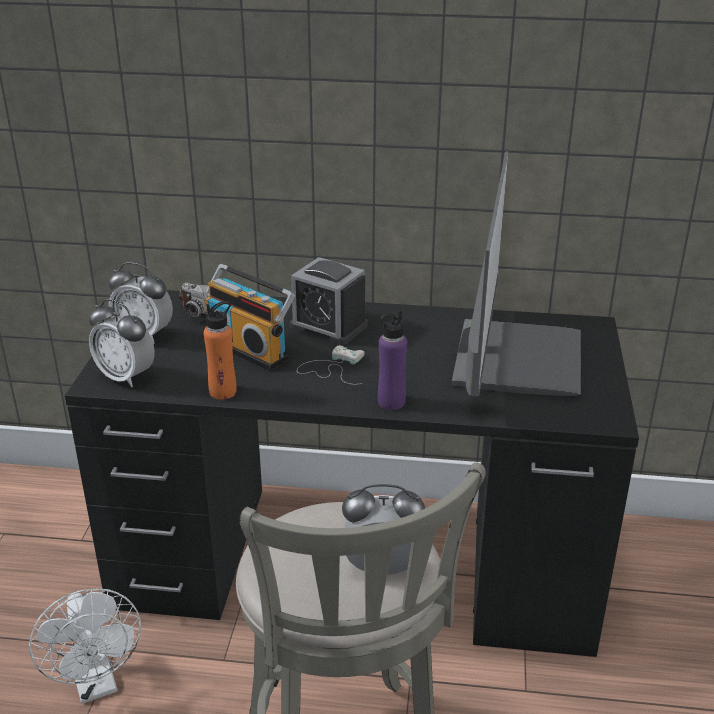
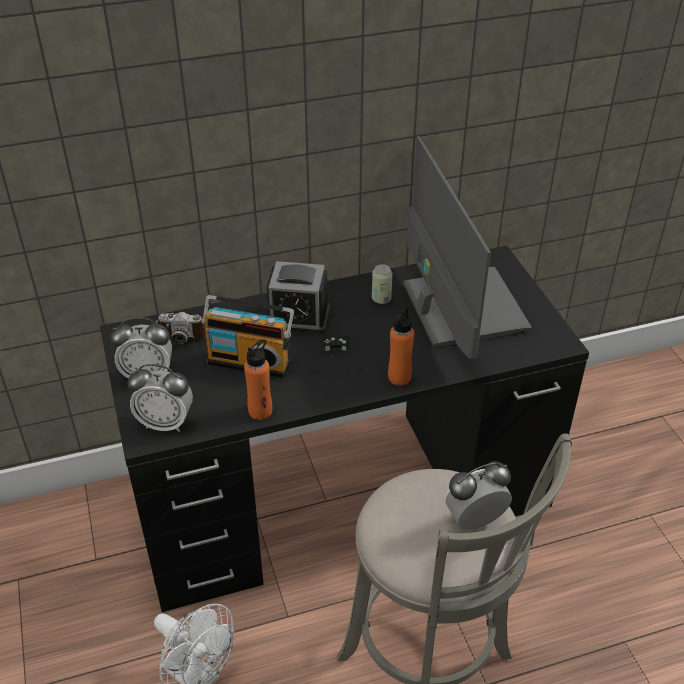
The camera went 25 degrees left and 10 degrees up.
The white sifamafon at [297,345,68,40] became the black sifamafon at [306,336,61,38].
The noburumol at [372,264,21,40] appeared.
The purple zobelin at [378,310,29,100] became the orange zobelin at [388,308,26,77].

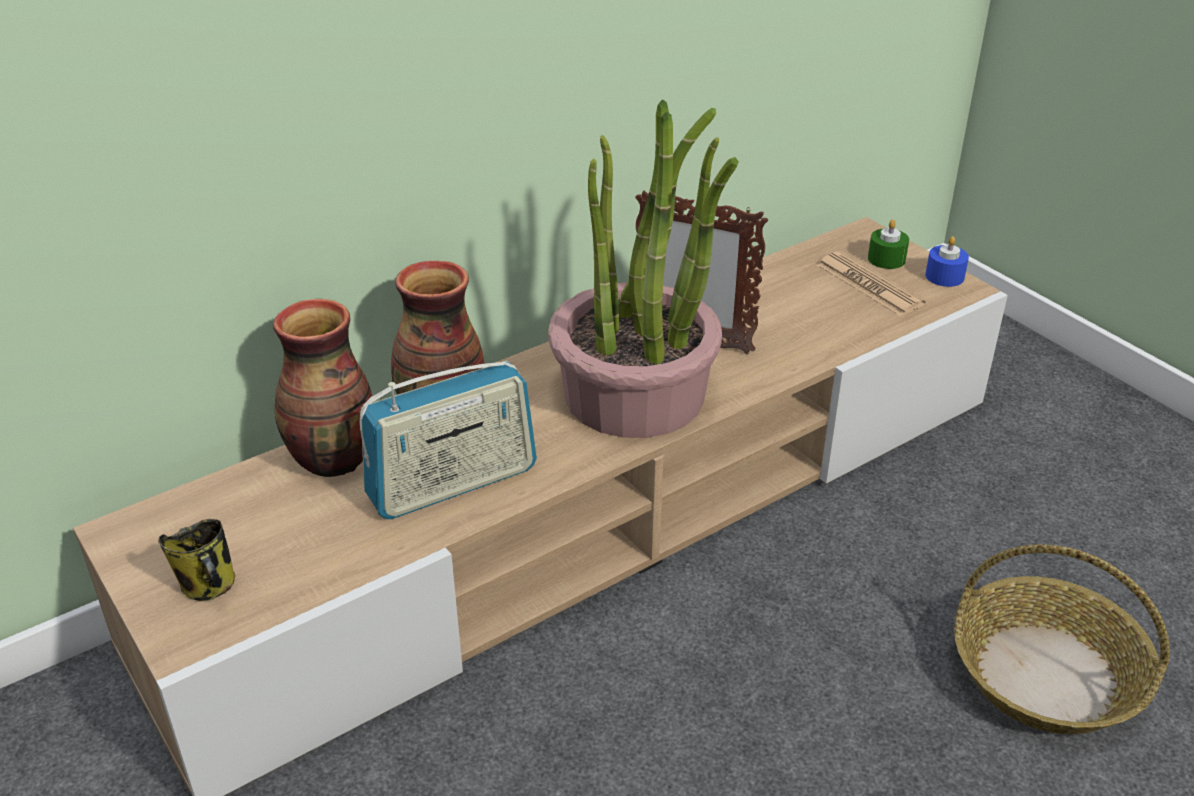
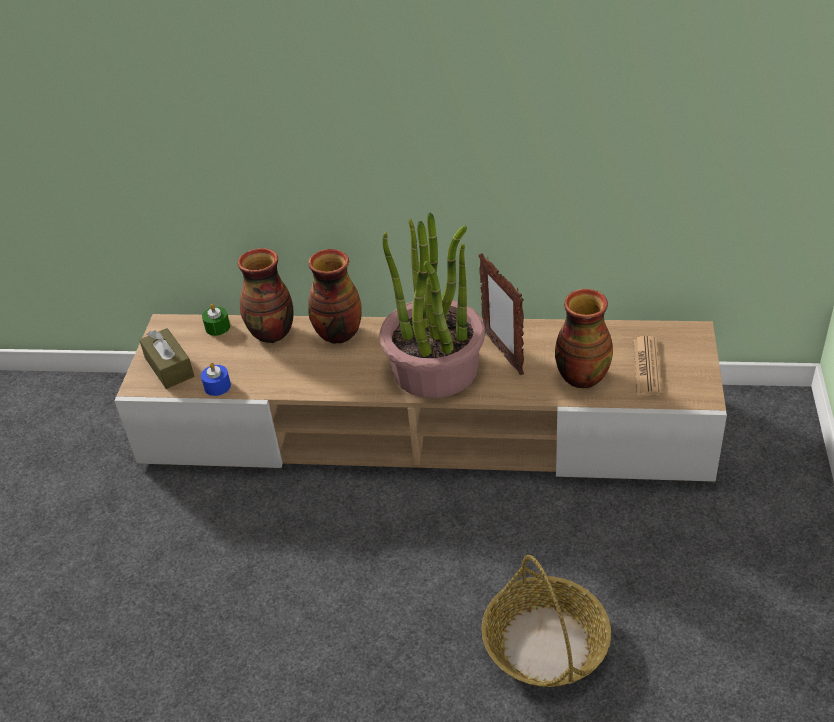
The camera went 45 degrees right and 5 degrees up.
The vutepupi at [158,519,77,82] was replaced by the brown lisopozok at [139,328,55,61].
The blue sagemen moved from [925,236,44,51] to [201,363,30,33].
The green sagemen moved from [868,219,41,50] to [202,304,28,32].
The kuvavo at [555,289,58,100] appeared.
The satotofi at [360,361,177,158] disappeared.

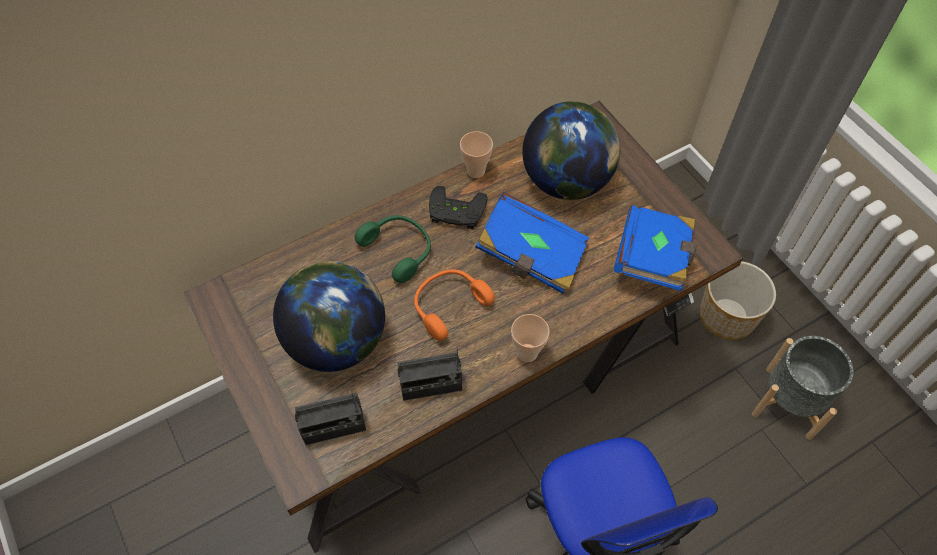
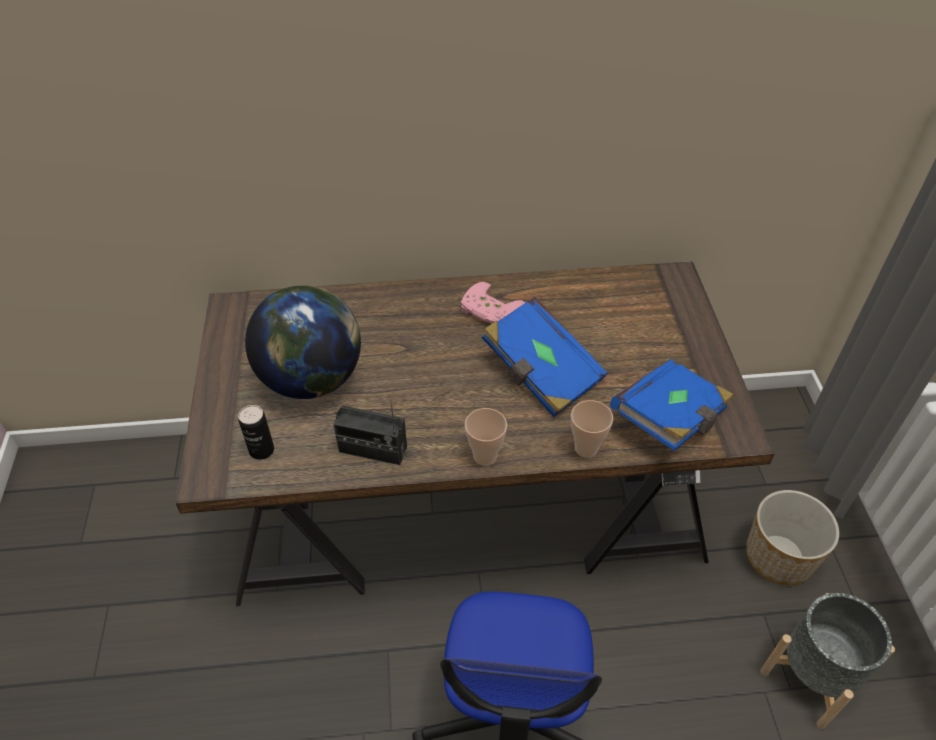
The camera went 25 degrees right and 10 degrees down.
The satotofi at [295,390,71,55] was replaced by the noburumol at [238,405,36,55].
The black sifamafon at [429,186,59,43] became the pink sifamafon at [461,282,64,42].
The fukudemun moved from [460,131,33,47] to [571,400,42,58].
The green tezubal at [355,215,76,68] disappeared.
The orange tezubal at [414,269,81,72] disappeared.
The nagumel at [522,101,98,99] disappeared.

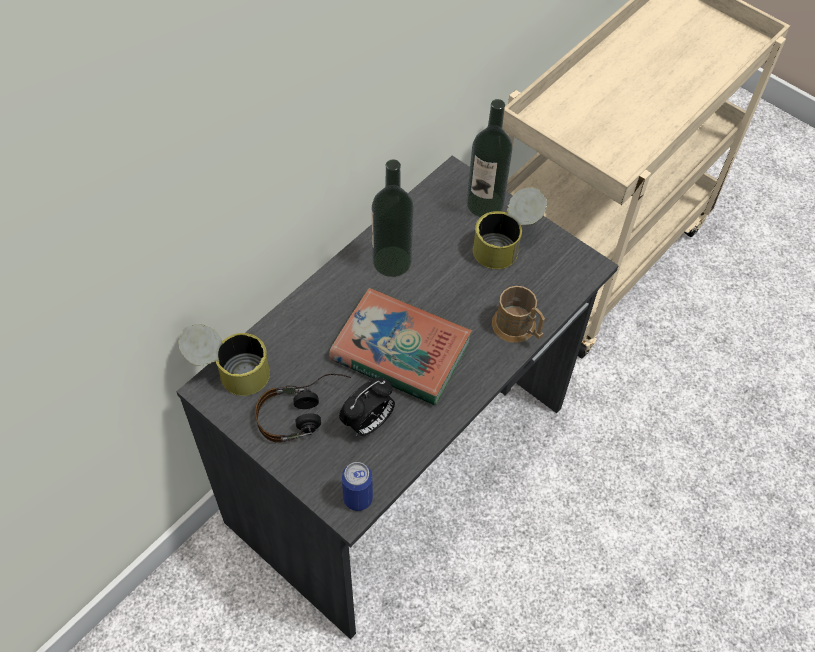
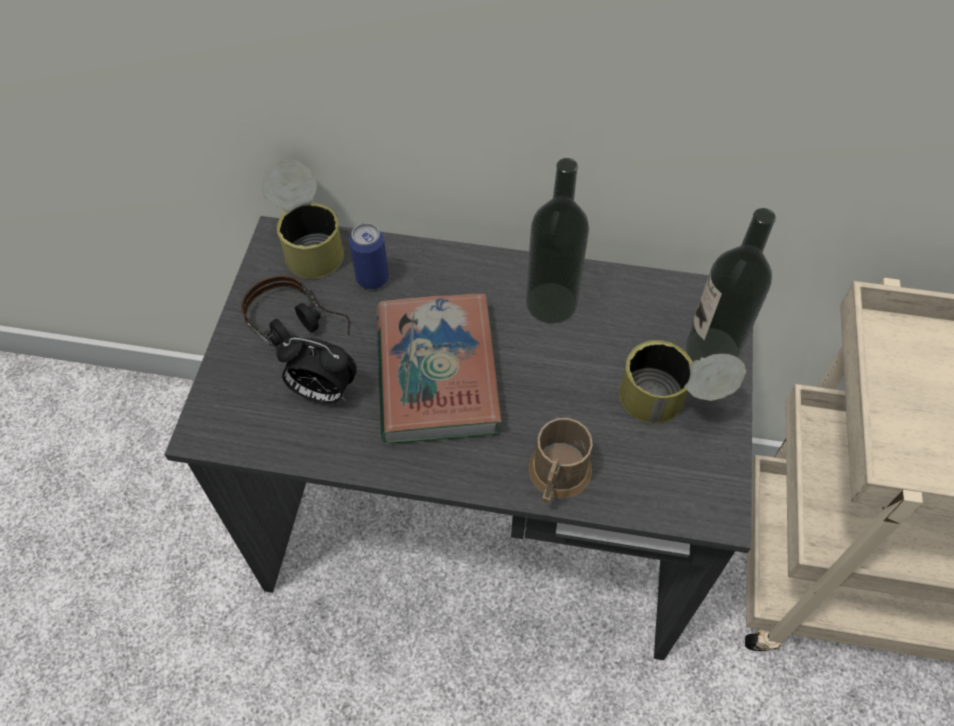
The camera went 60 degrees right and 0 degrees up.
The noburumol moved from [342,462,31,49] to [349,223,40,66].

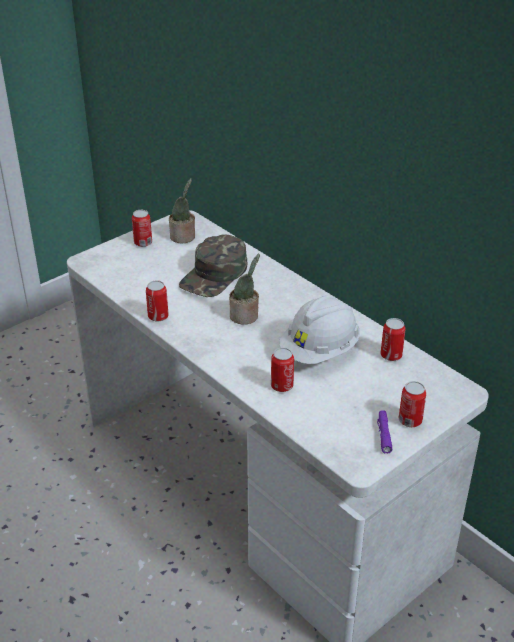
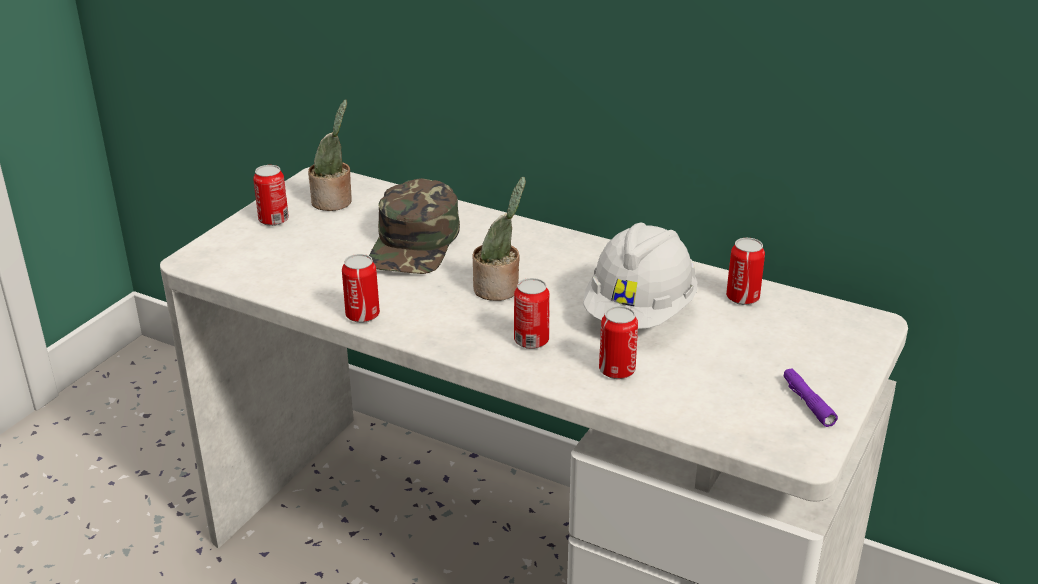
The camera went 20 degrees left and 5 degrees down.
The noburumol moved from [399,381,27,46] to [514,278,36,71].

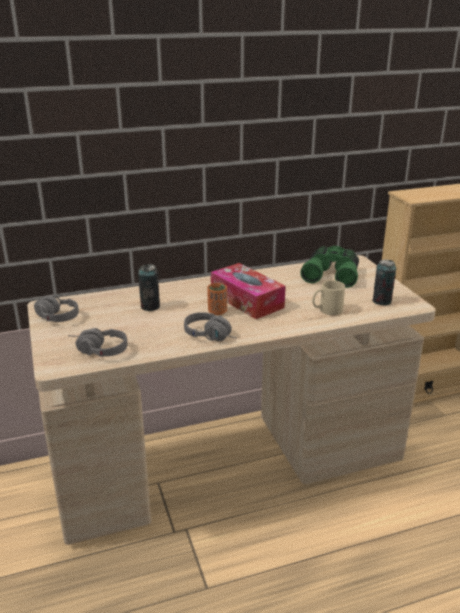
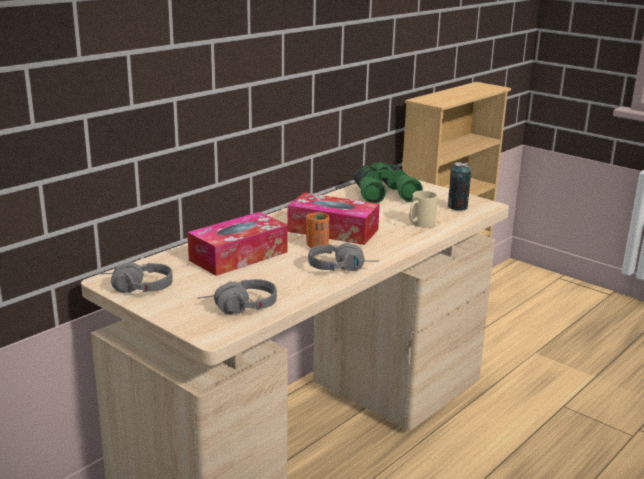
The camera went 30 degrees left and 5 degrees down.
The noburumol at [138,264,22,47] was replaced by the lisopozok at [187,212,101,64].

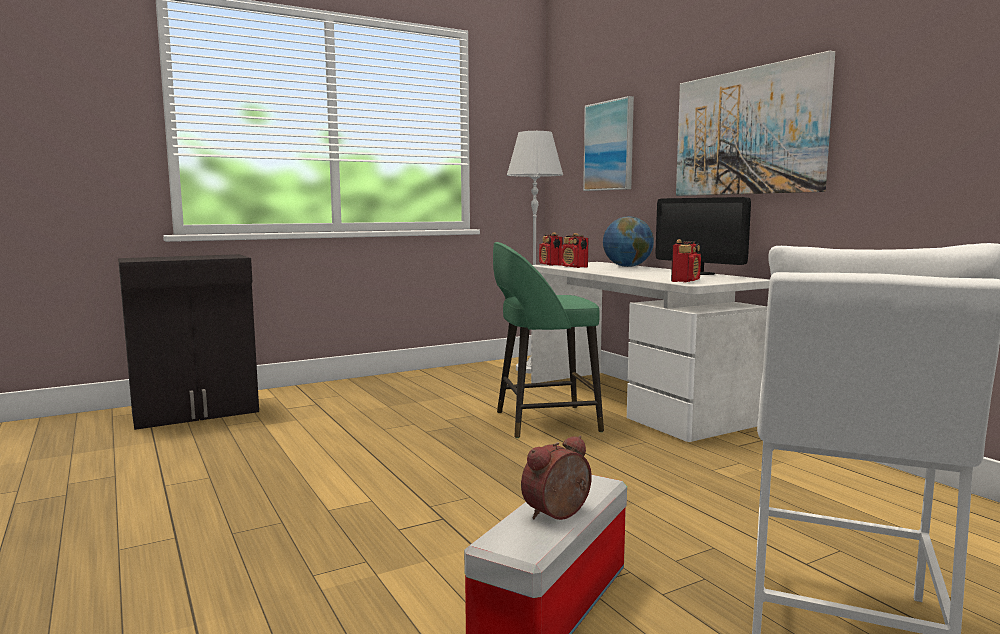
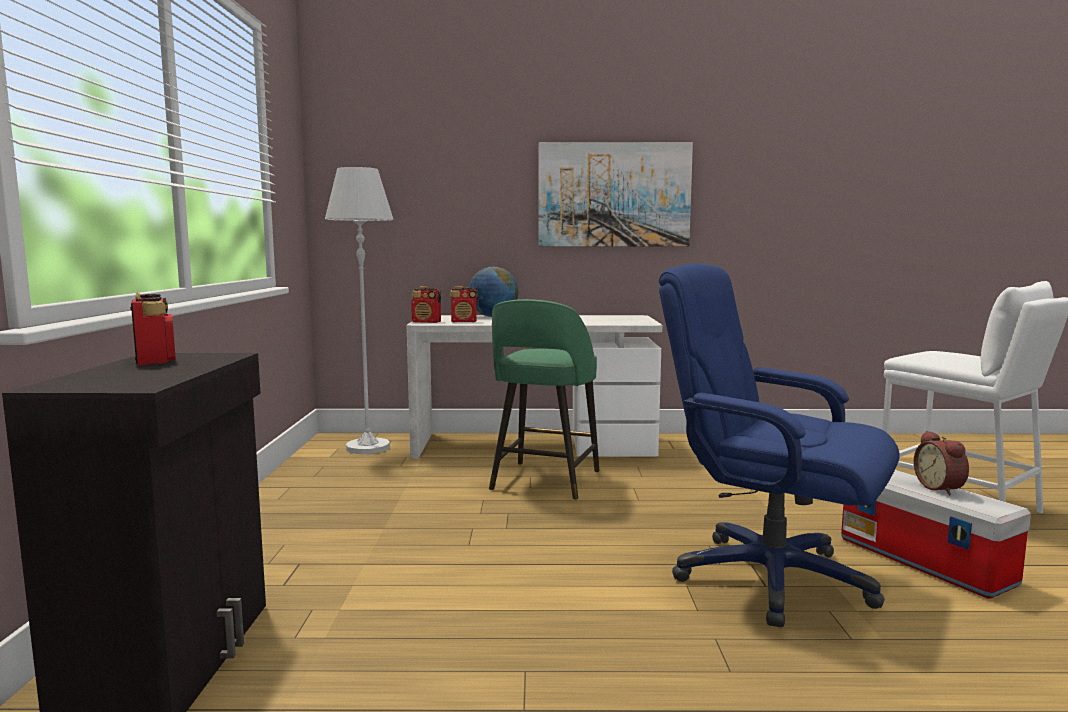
The camera went 60 degrees left and 0 degrees up.
The satotofi moved from [671,239,30,44] to [130,293,46,72].
The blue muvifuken at [659,263,241,364] appeared.
The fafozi at [583,96,51,95] disappeared.
The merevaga at [656,197,95,78] disappeared.

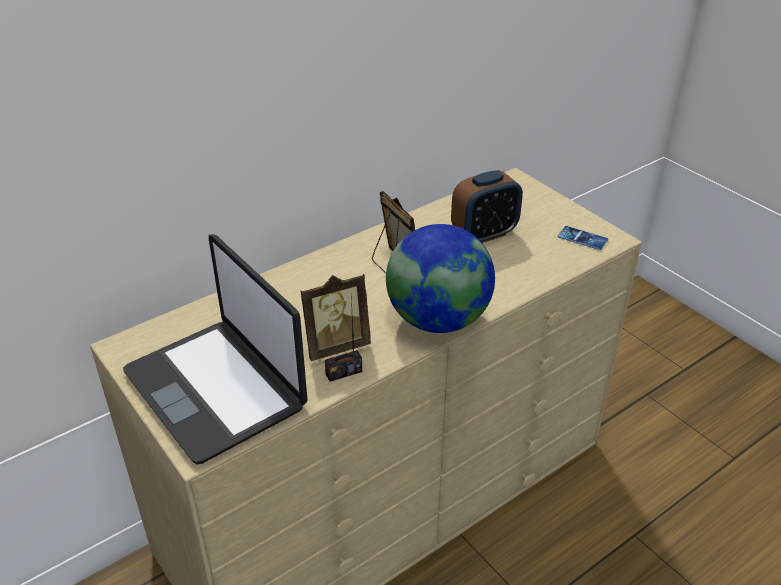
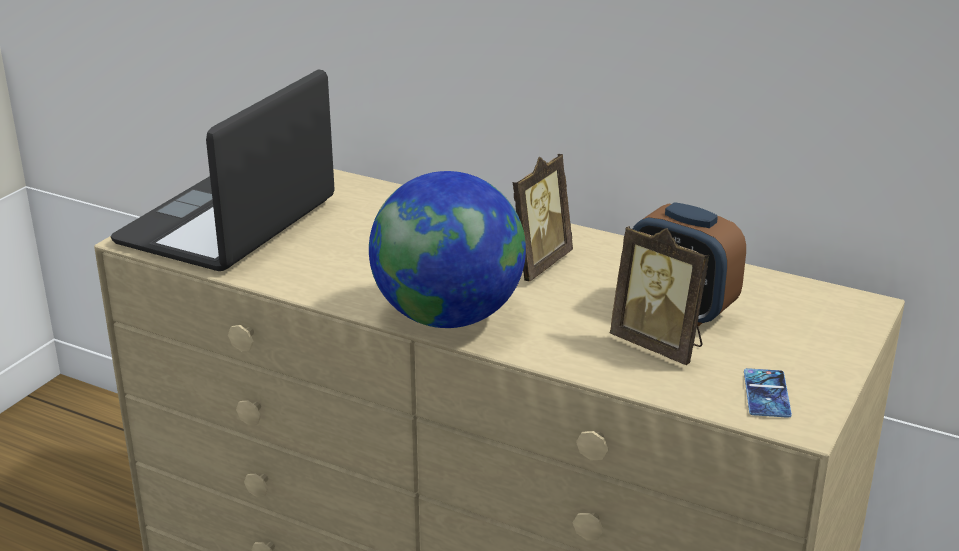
The camera went 65 degrees right and 10 degrees down.
The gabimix moved from [301,274,70,87] to [610,226,99,139].
The satotofi at [325,294,37,88] disappeared.

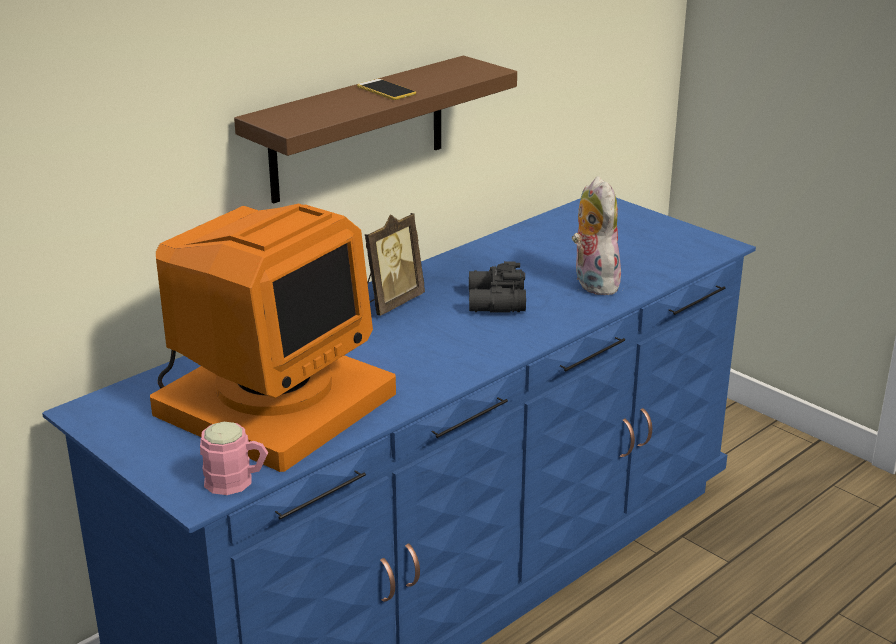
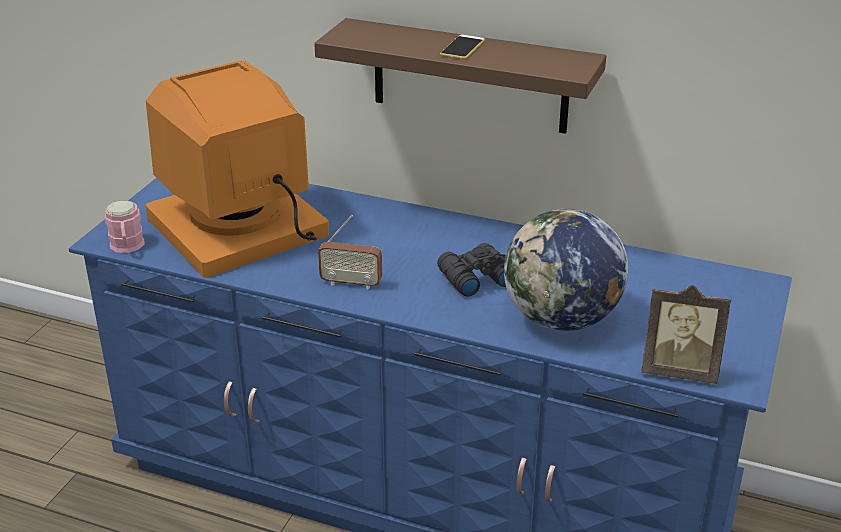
The camera went 65 degrees right and 5 degrees up.
The merevaga at [150,204,246,268] turned 135 degrees clockwise.
The satotofi at [318,215,64,74] appeared.
The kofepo at [572,176,49,119] was replaced by the nagumel at [504,209,124,122].
The gabimix moved from [365,213,60,103] to [642,285,89,99].

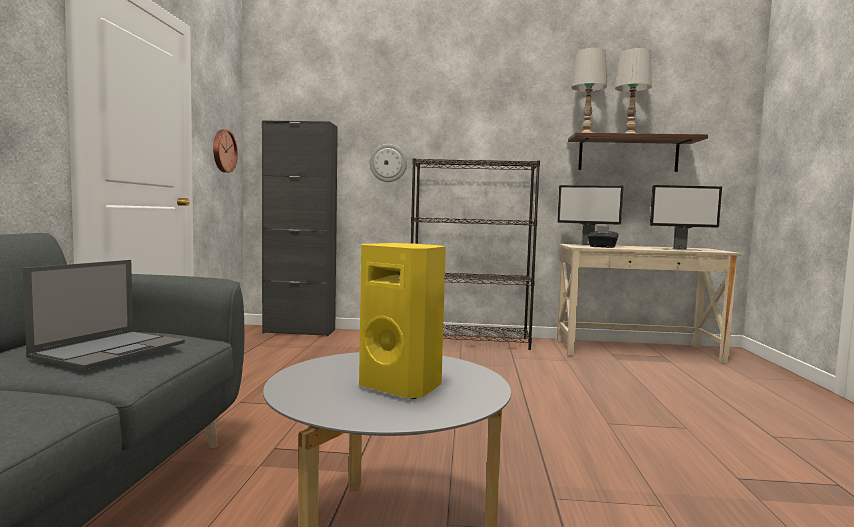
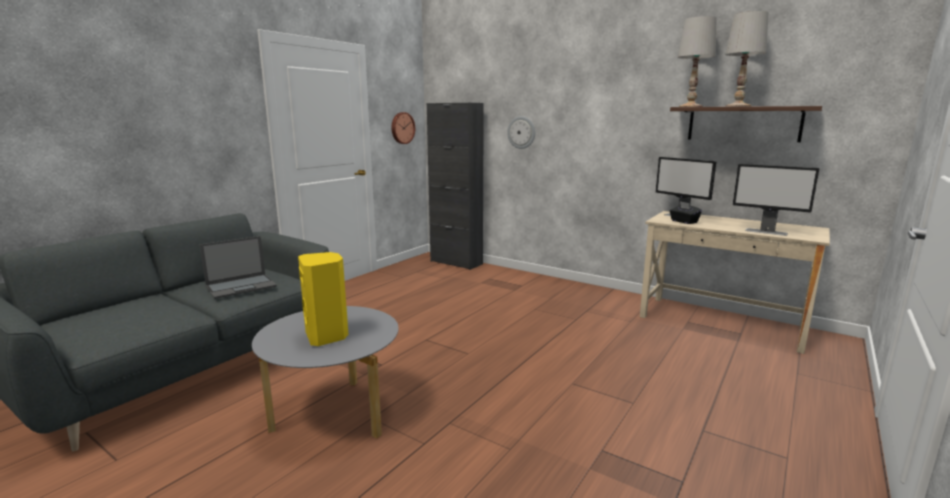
The camera went 30 degrees right and 10 degrees up.
The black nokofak at [411,158,129,192] disappeared.

